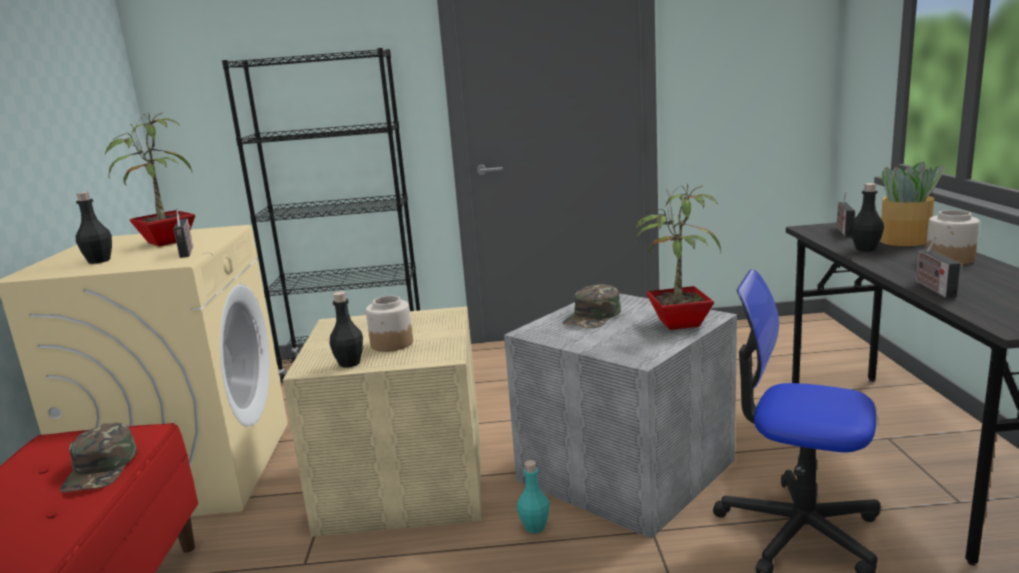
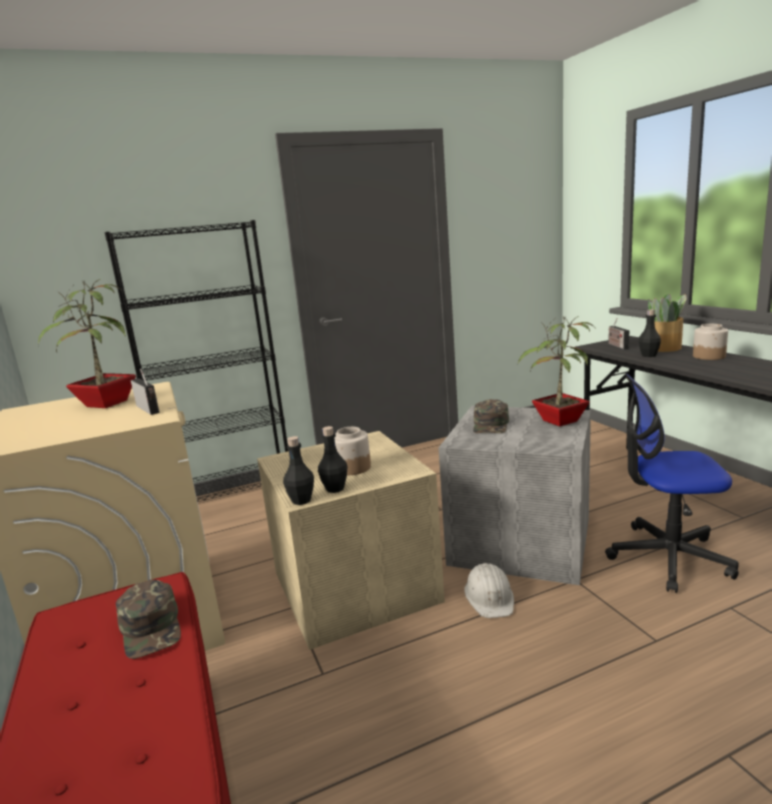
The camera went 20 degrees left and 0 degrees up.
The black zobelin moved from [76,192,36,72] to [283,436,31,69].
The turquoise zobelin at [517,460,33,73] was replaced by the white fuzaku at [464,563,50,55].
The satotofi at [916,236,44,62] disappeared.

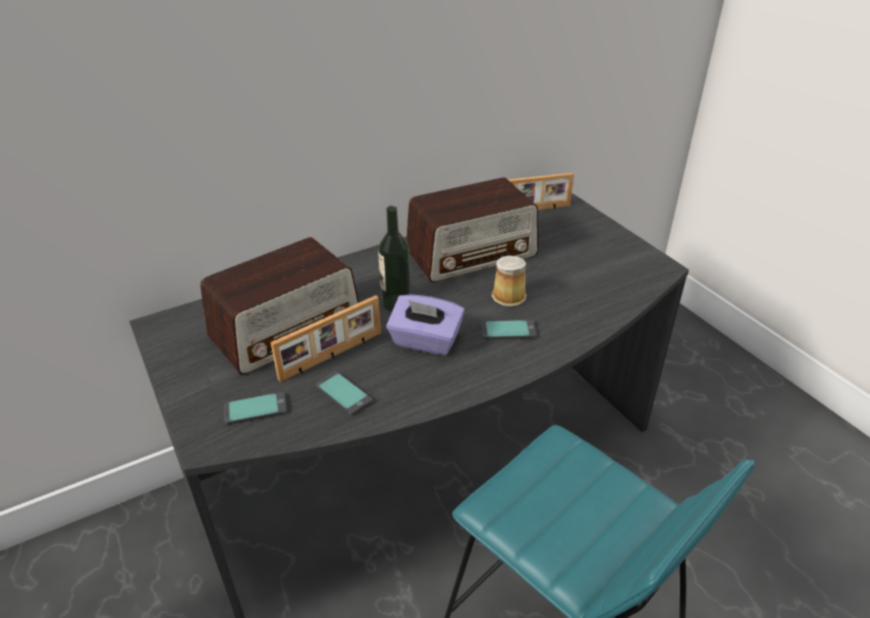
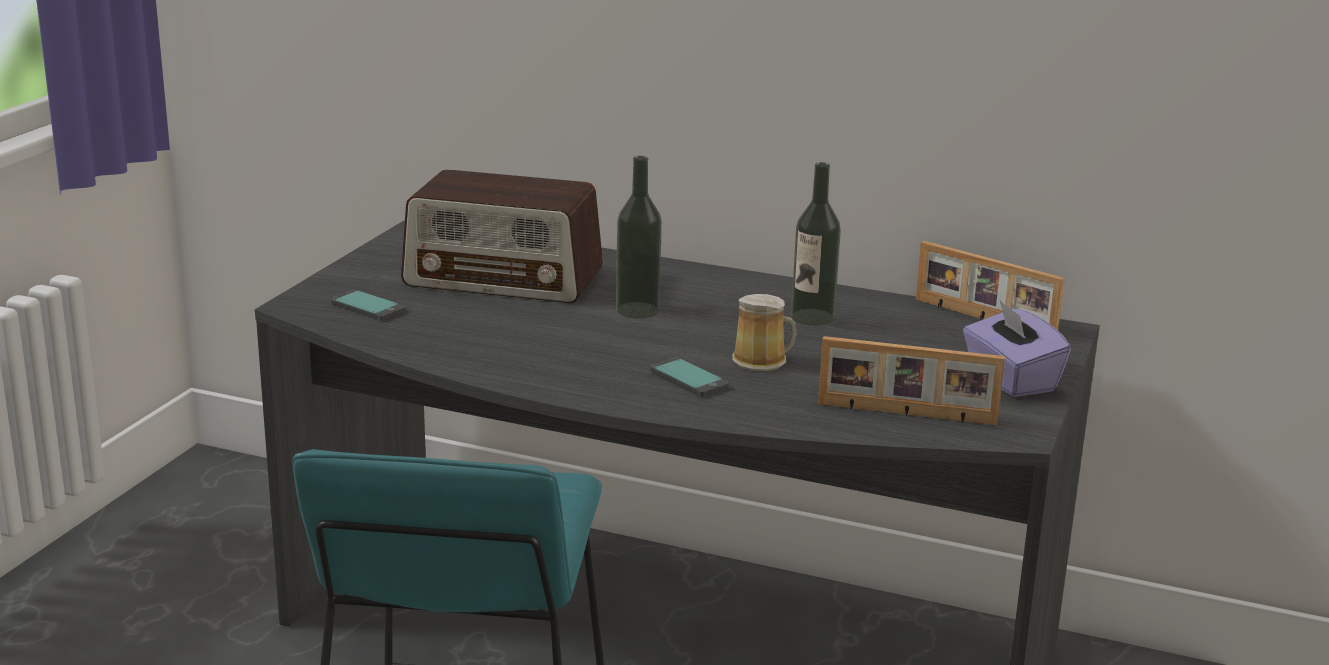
The camera went 50 degrees right and 15 degrees down.
The satotofi at [406,177,132,106] was replaced by the zobelin at [791,162,50,163].
The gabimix moved from [270,295,111,87] to [818,336,187,89].
The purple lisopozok moved from [386,294,79,61] to [963,299,108,98].
The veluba at [316,372,57,44] disappeared.

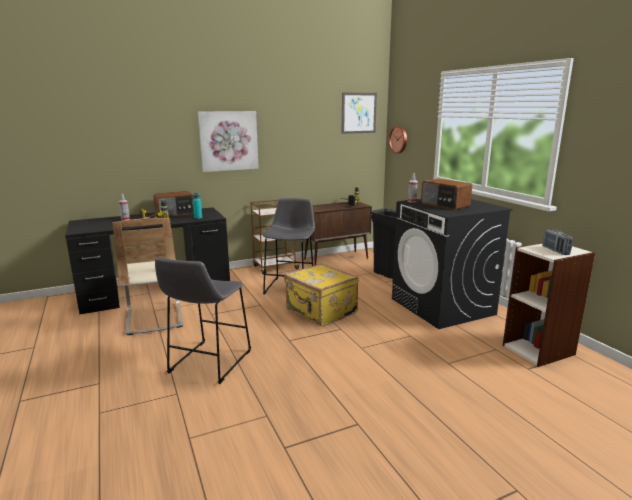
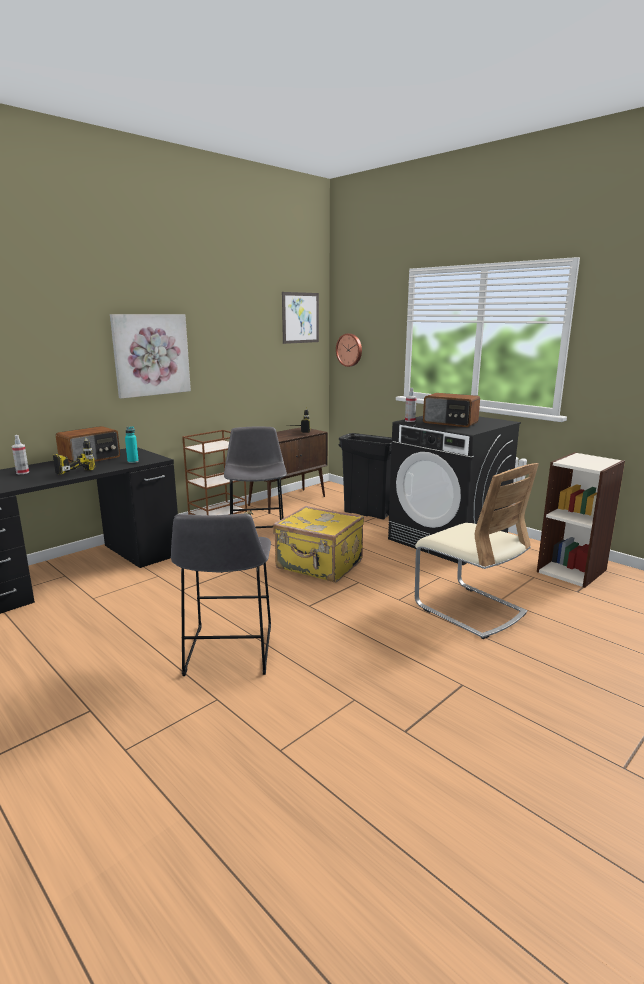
The camera went 20 degrees left and 0 degrees up.
The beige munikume moved from [112,218,71,117] to [415,463,124,176].
The satotofi at [542,229,31,26] disappeared.

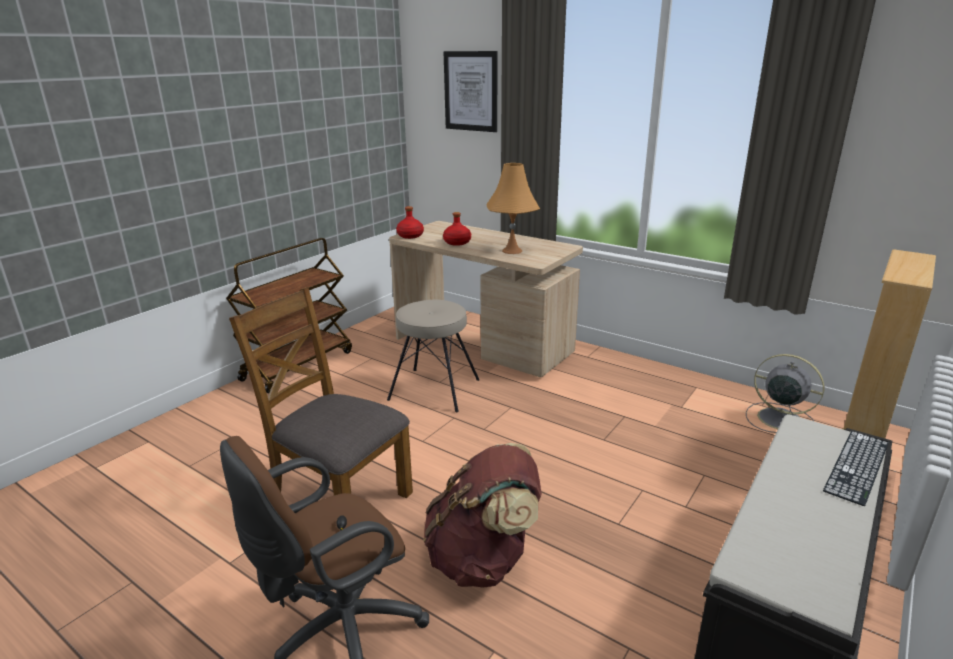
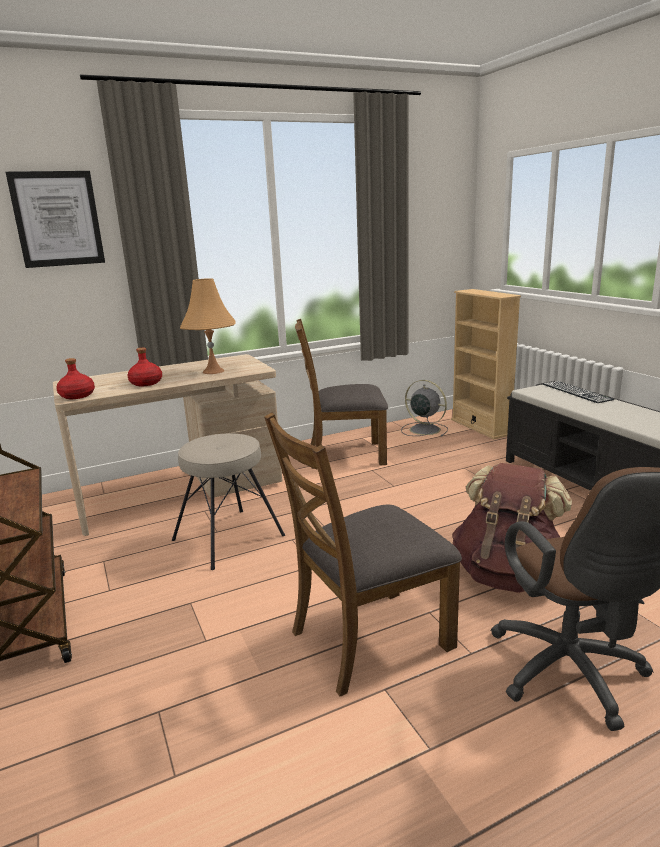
The camera went 60 degrees left and 5 degrees down.
The brown munikume at [295,319,93,150] appeared.
The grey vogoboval at [746,354,78,79] turned 60 degrees clockwise.

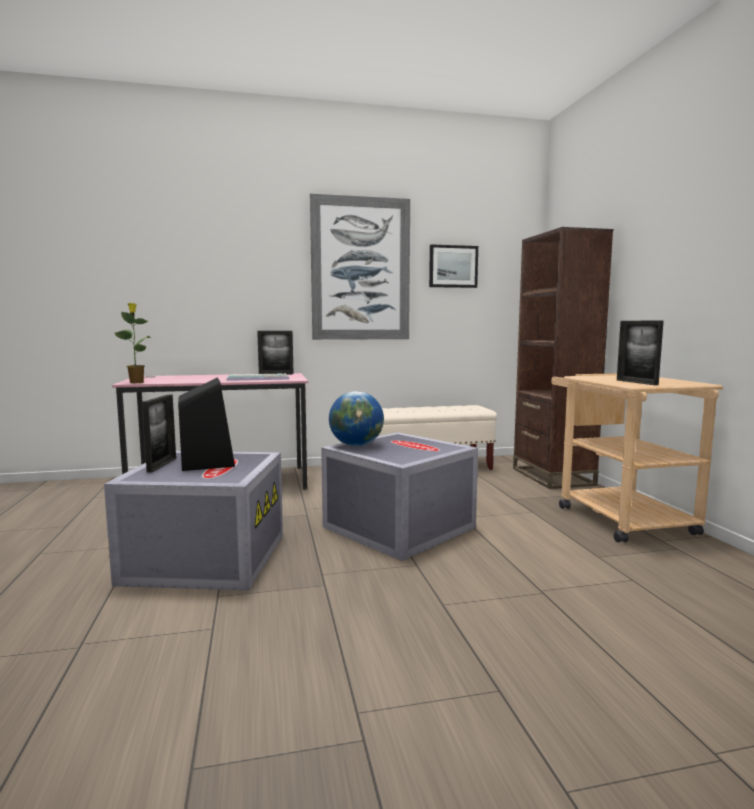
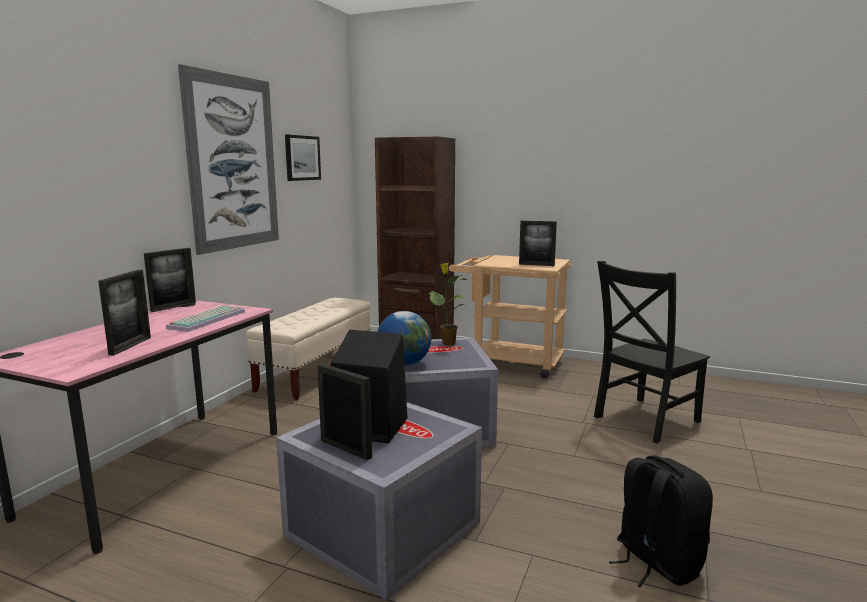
The camera went 55 degrees left and 5 degrees up.
The gabimix at [98,270,53,86] appeared.
The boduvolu moved from [114,303,37,80] to [428,263,39,82].
The black munikume at [594,261,116,182] appeared.
The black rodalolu at [609,455,104,133] appeared.

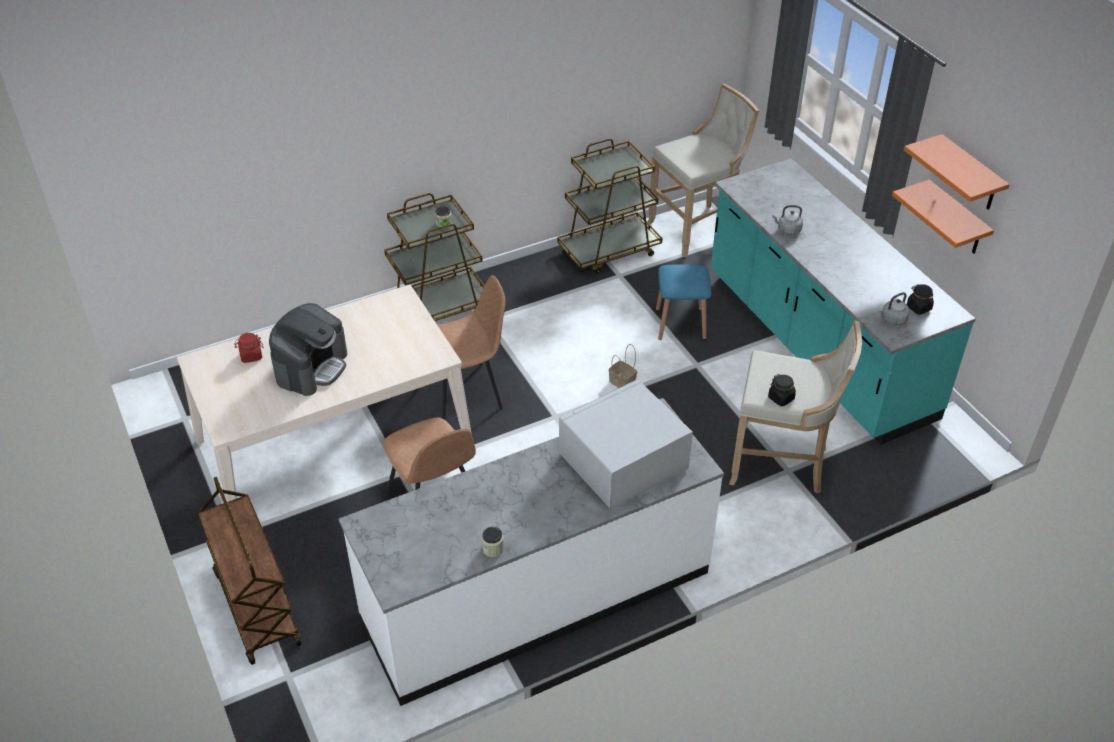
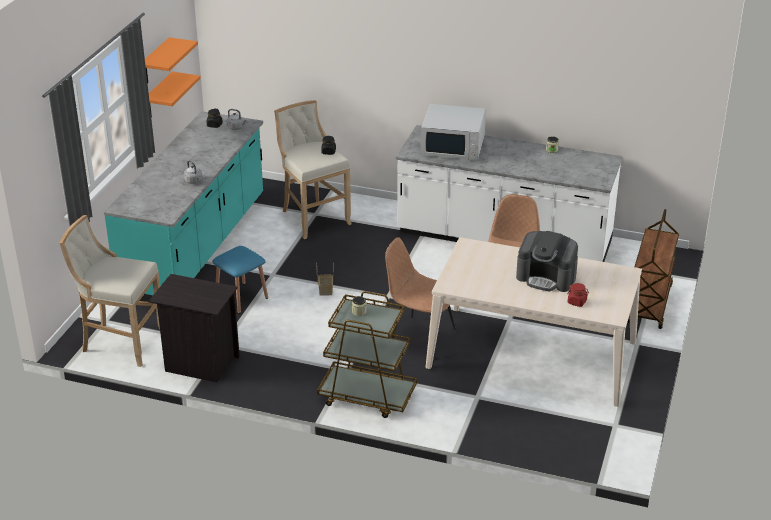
The camera went 135 degrees left and 10 degrees down.
The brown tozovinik at [557,138,106,136] was replaced by the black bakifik at [148,274,92,109].
The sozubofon at [269,303,78,93] turned 135 degrees counterclockwise.

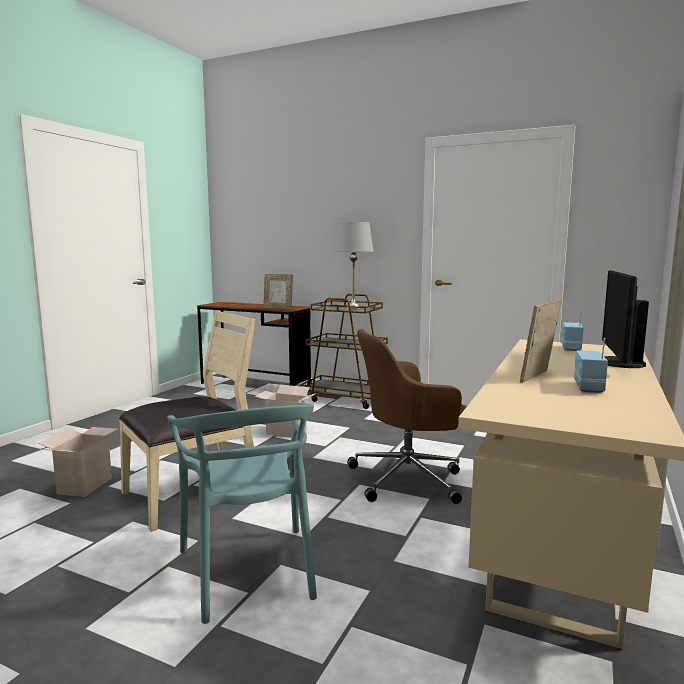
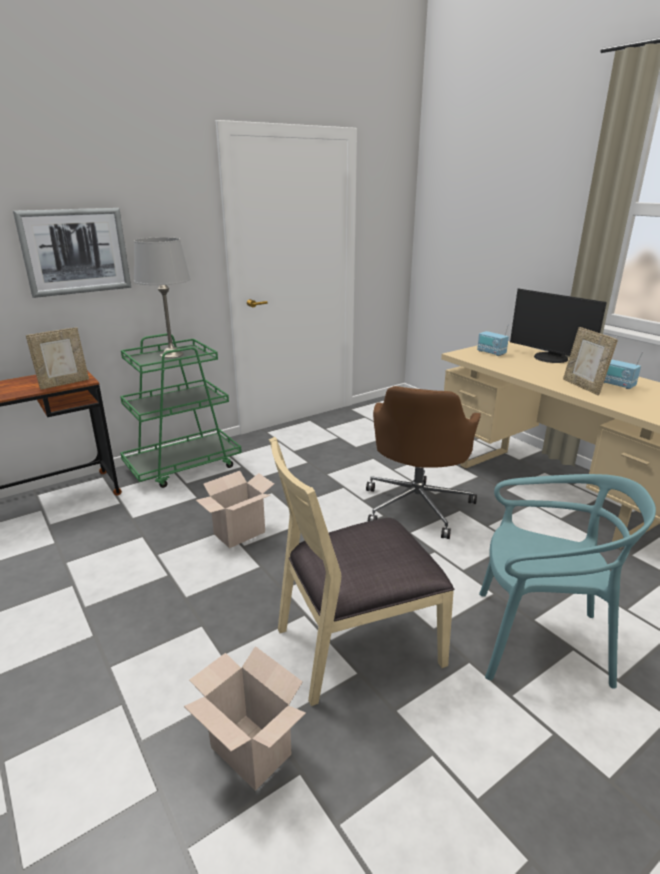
The camera went 60 degrees left and 15 degrees up.
The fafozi at [13,208,118,90] appeared.
The brown tozovinik at [300,294,88,115] became the green tozovinik at [120,333,122,155].
The beige munikume at [119,310,136,222] turned 105 degrees counterclockwise.

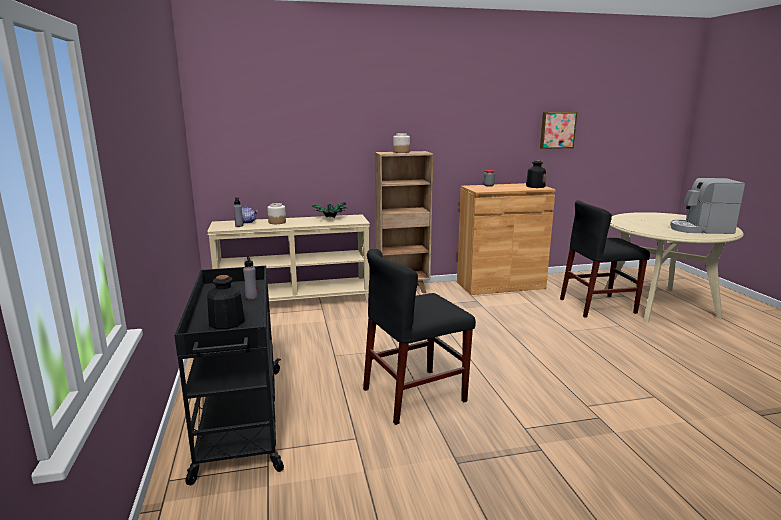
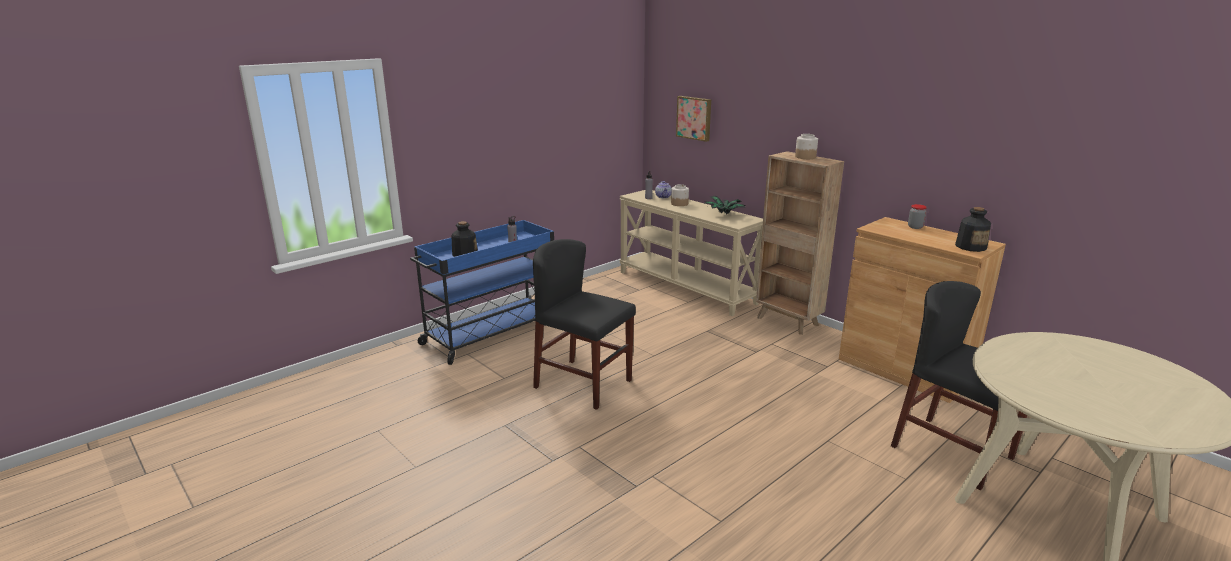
The camera went 60 degrees right and 5 degrees up.
The black tozovinik at [174,266,110,219] became the blue tozovinik at [410,220,144,145].
The fafozi moved from [540,112,37,37] to [676,96,35,46].
The sozubofon at [670,178,75,56] disappeared.

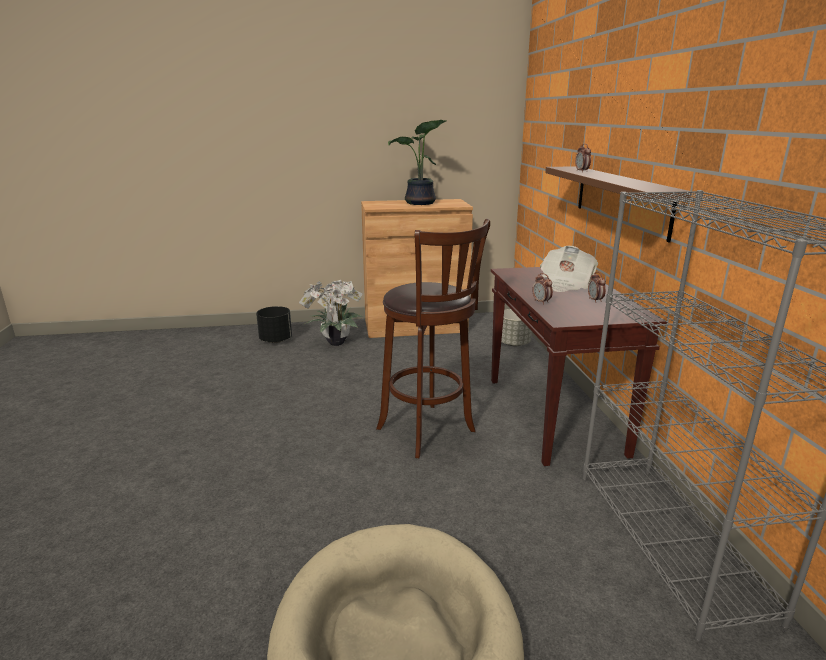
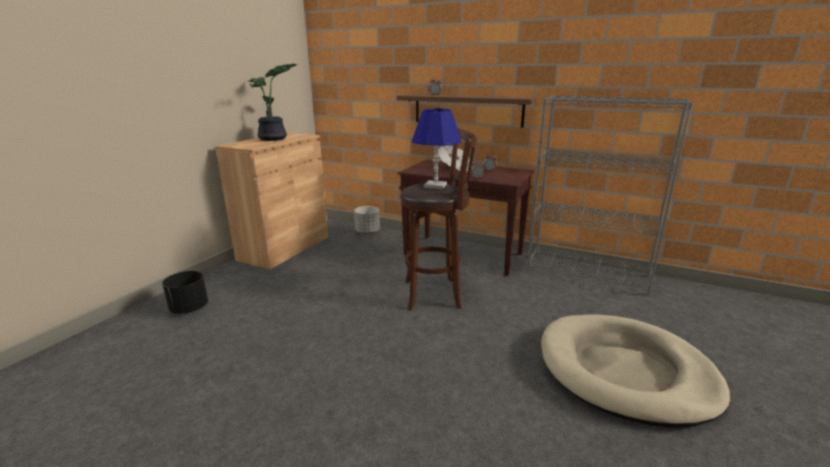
The camera went 55 degrees left and 0 degrees up.
The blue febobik at [412,108,49,81] appeared.
The boduvolu at [299,280,63,66] disappeared.

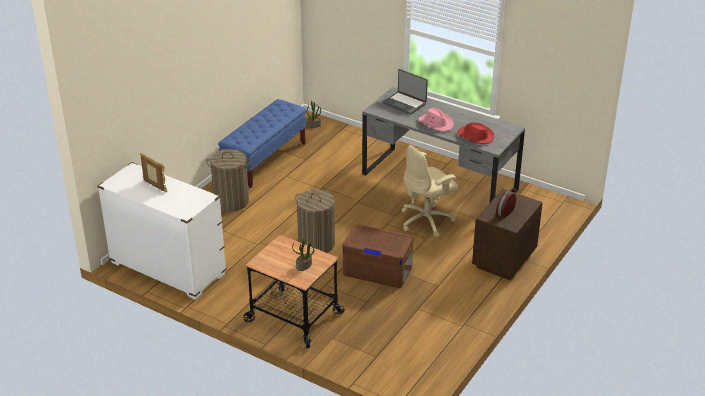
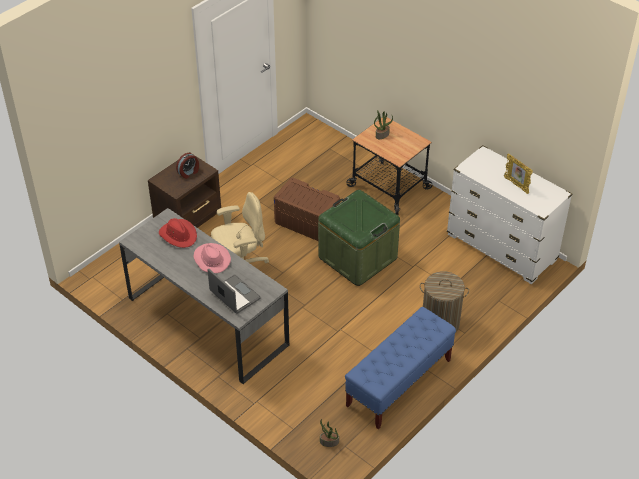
The camera went 170 degrees left and 10 degrees up.
The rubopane at [295,189,41,64] was replaced by the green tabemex at [318,190,82,96].

